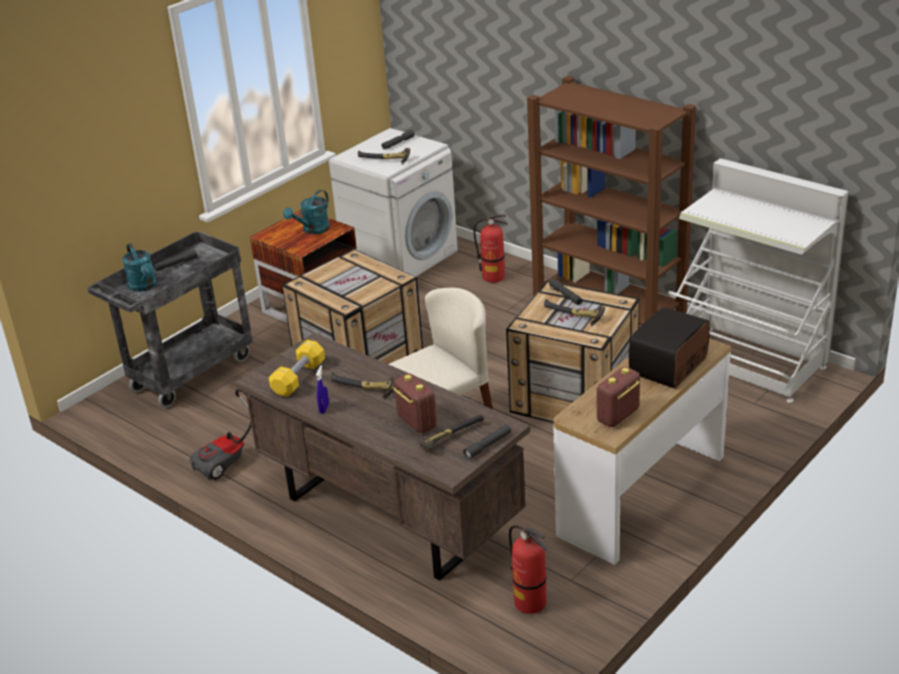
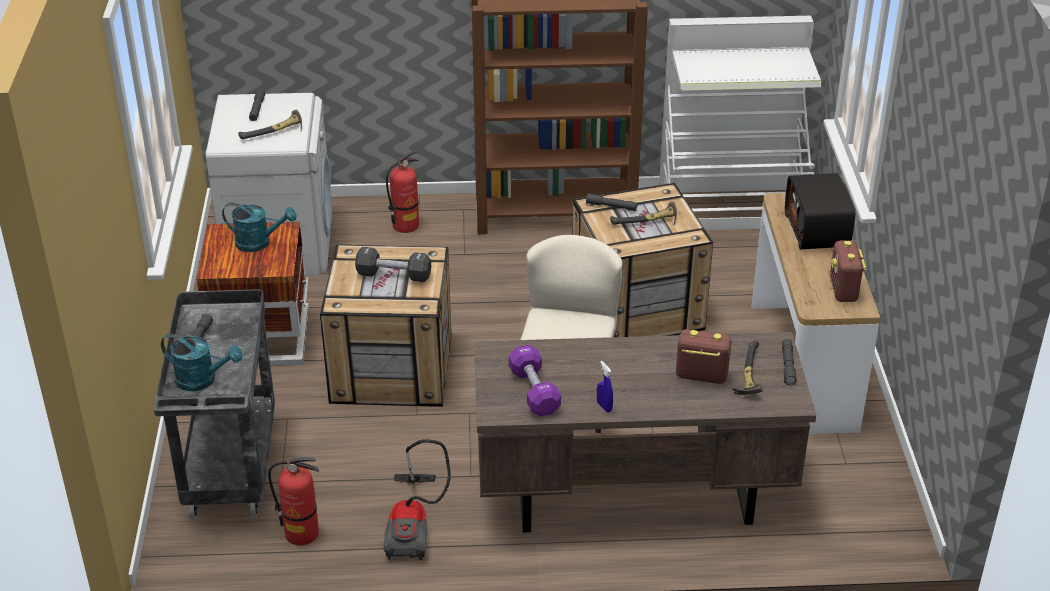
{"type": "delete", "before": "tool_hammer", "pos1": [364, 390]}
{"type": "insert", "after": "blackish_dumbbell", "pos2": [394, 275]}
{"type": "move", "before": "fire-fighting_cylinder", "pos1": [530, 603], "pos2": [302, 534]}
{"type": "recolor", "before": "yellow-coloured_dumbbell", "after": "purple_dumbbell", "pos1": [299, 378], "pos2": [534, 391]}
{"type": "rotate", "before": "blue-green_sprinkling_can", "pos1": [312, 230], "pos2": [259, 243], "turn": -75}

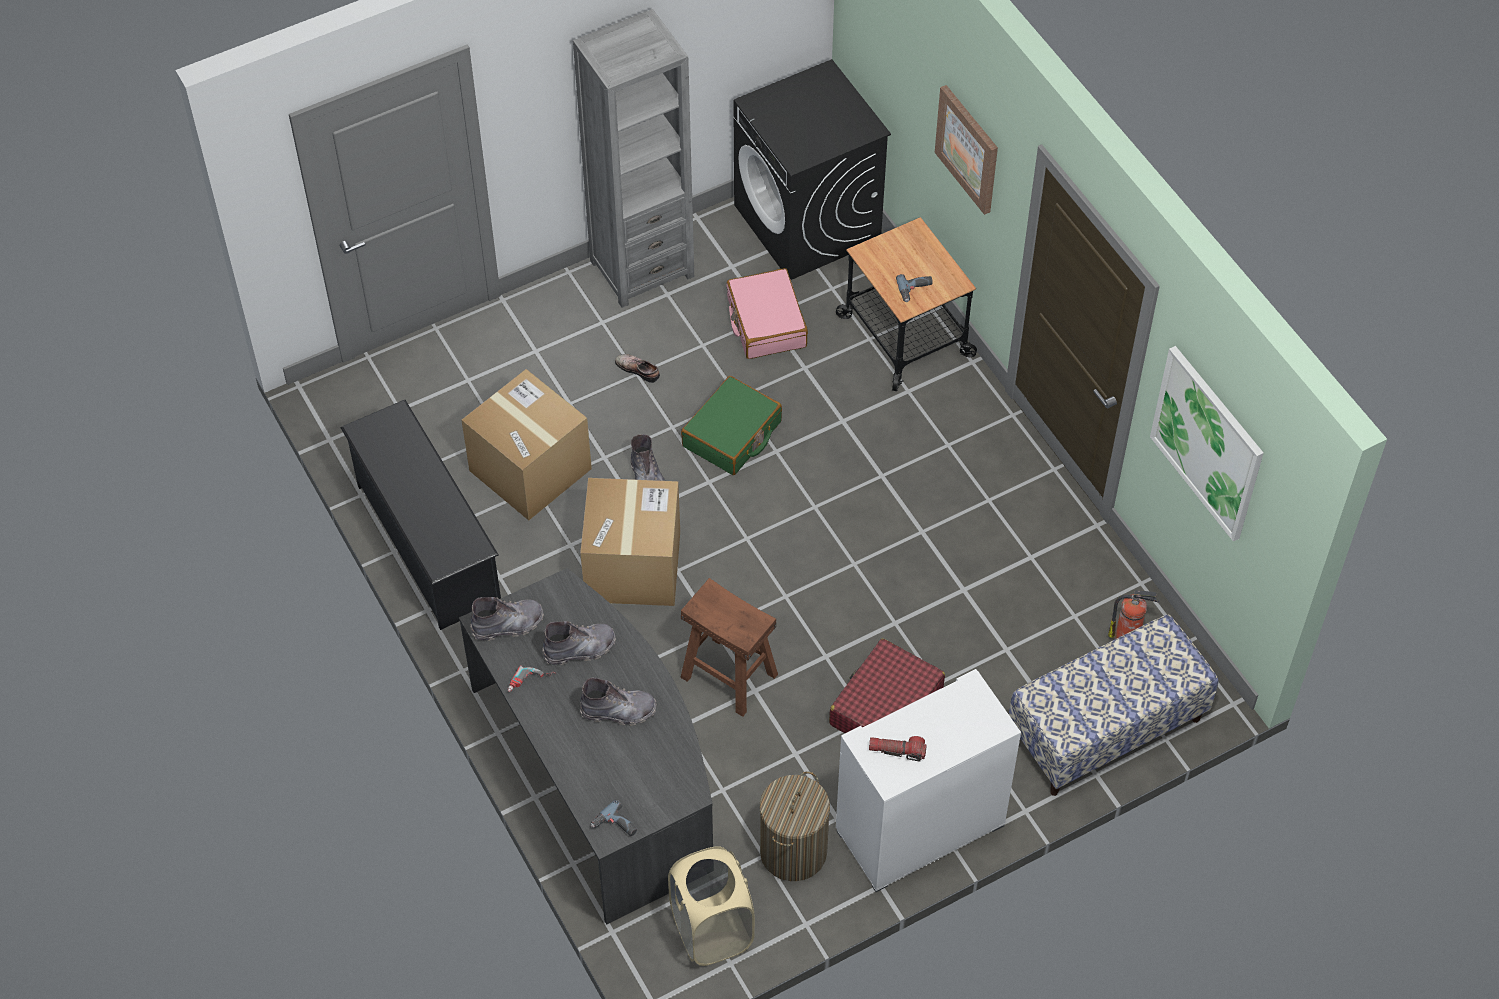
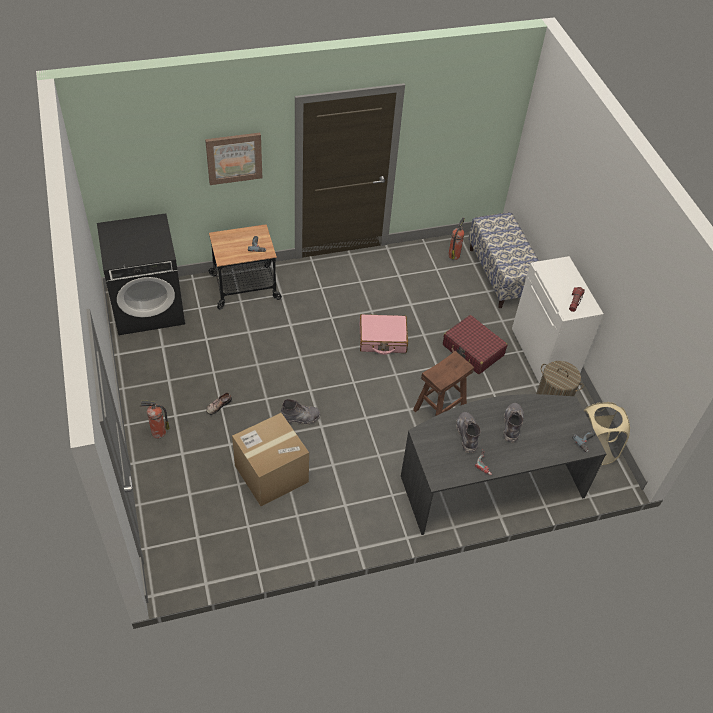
{"type": "delete", "before": "blackish_shoe_stand", "pos1": [428, 543]}
{"type": "delete", "before": "grey_high-top_boot", "pos1": [508, 625]}
{"type": "delete", "before": "grey_shelving_unit", "pos1": [642, 268]}
{"type": "delete", "before": "cardboard_box", "pos1": [633, 566]}
{"type": "delete", "before": "greenish_travel_case", "pos1": [732, 435]}
{"type": "delete", "before": "wall_picture", "pos1": [1207, 443]}
{"type": "insert", "after": "fire-fighting_cylinder", "pos2": [157, 432]}
{"type": "move", "before": "pink_travel_case", "pos1": [766, 323], "pos2": [382, 339]}

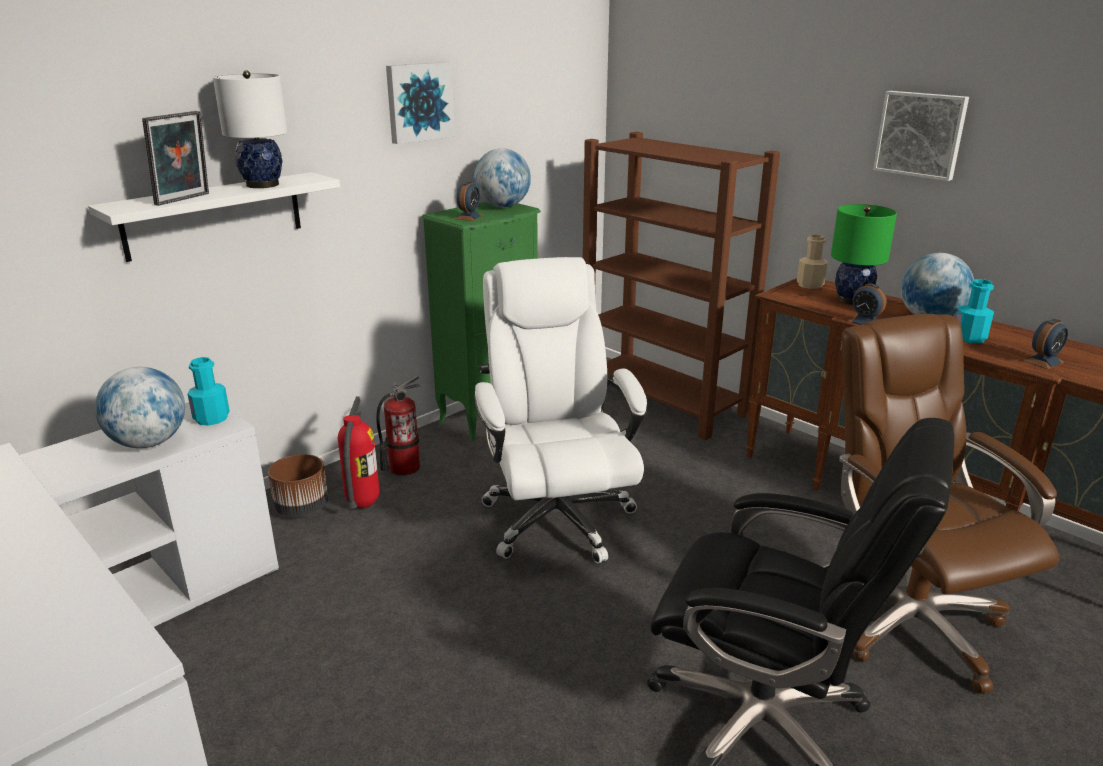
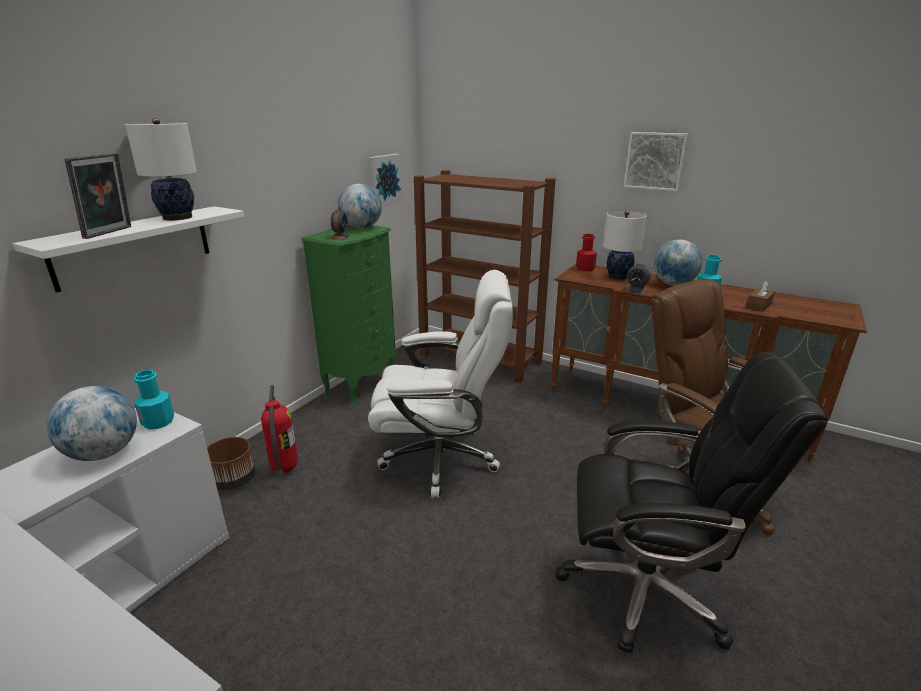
{"type": "delete", "before": "fire-fighting_cylinder", "pos1": [404, 468]}
{"type": "move", "before": "wall_picture", "pos1": [419, 102], "pos2": [384, 179]}
{"type": "replace", "before": "bedside_clock", "after": "brown_box_of_tissues", "pos1": [1043, 361], "pos2": [758, 305]}
{"type": "recolor", "before": "beige_bottle", "after": "reddish_bottle", "pos1": [810, 285], "pos2": [585, 268]}
{"type": "recolor", "before": "greenish_lamp_for_a_table", "after": "white_lamp_for_a_table", "pos1": [852, 300], "pos2": [618, 276]}
{"type": "rotate", "before": "white_desk_chair", "pos1": [557, 520], "pos2": [440, 457], "turn": 120}

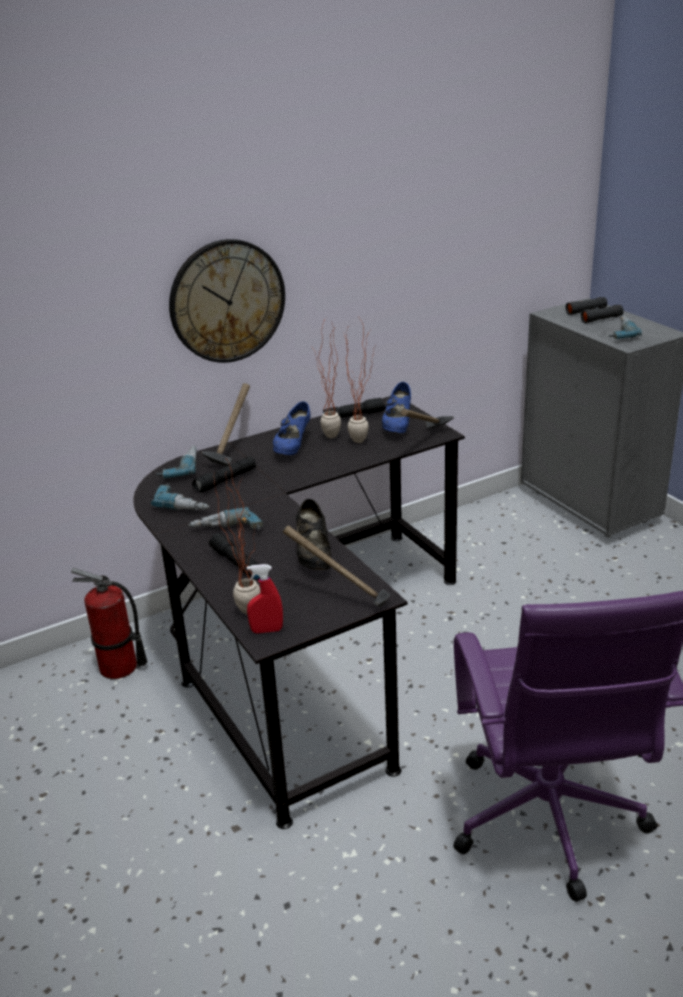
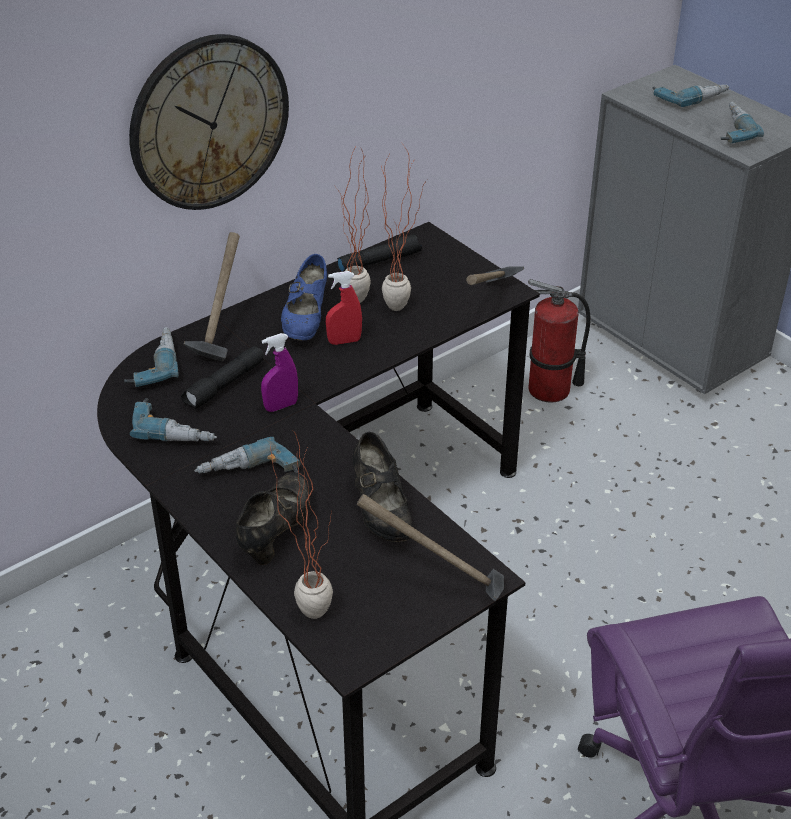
{"type": "delete", "before": "blue_item_of_footwear", "pos1": [398, 426]}
{"type": "insert", "after": "purple_hand_sprayer", "pos2": [281, 406]}
{"type": "move", "before": "fire-fighting_cylinder", "pos1": [118, 667], "pos2": [550, 390]}
{"type": "move", "before": "reddish_hand_sprayer", "pos1": [267, 630], "pos2": [344, 341]}
{"type": "replace", "before": "blackish_hand_torch", "after": "blackish_item_of_footwear", "pos1": [236, 563], "pos2": [276, 531]}
{"type": "replace", "before": "blackish_field_glasses", "after": "drill", "pos1": [593, 315], "pos2": [689, 97]}

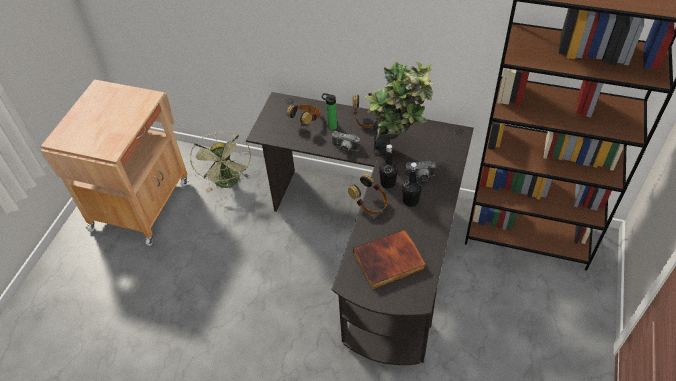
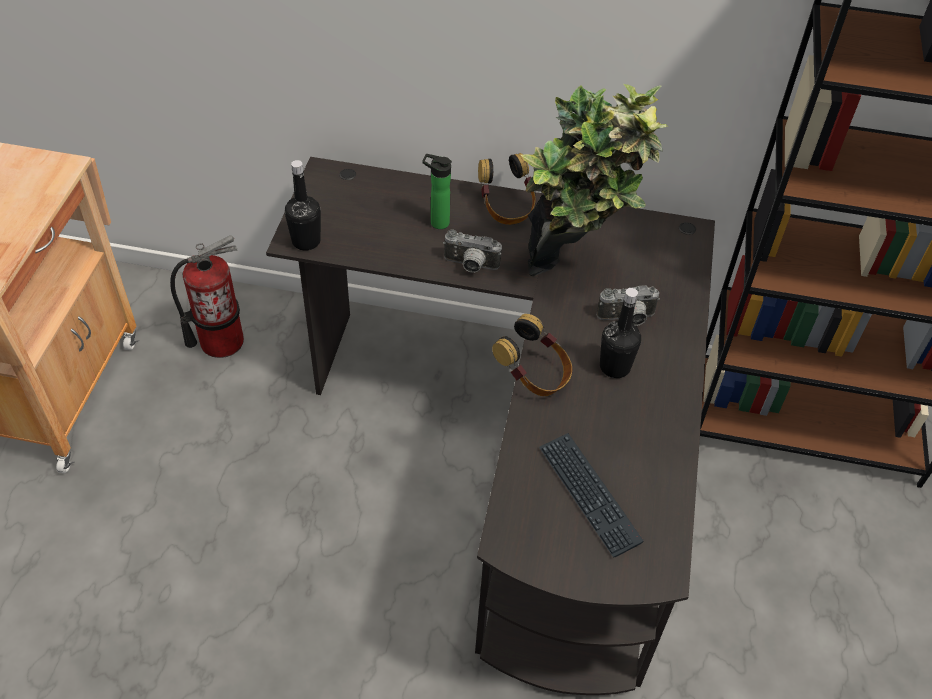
{"type": "delete", "before": "headset", "pos1": [306, 121]}
{"type": "move", "before": "blackish_bottle", "pos1": [388, 183], "pos2": [306, 241]}
{"type": "replace", "before": "greenish_fan", "after": "fire-fighting_cylinder", "pos1": [229, 183], "pos2": [221, 341]}
{"type": "replace", "before": "book", "after": "keyboard", "pos1": [389, 262], "pos2": [589, 494]}

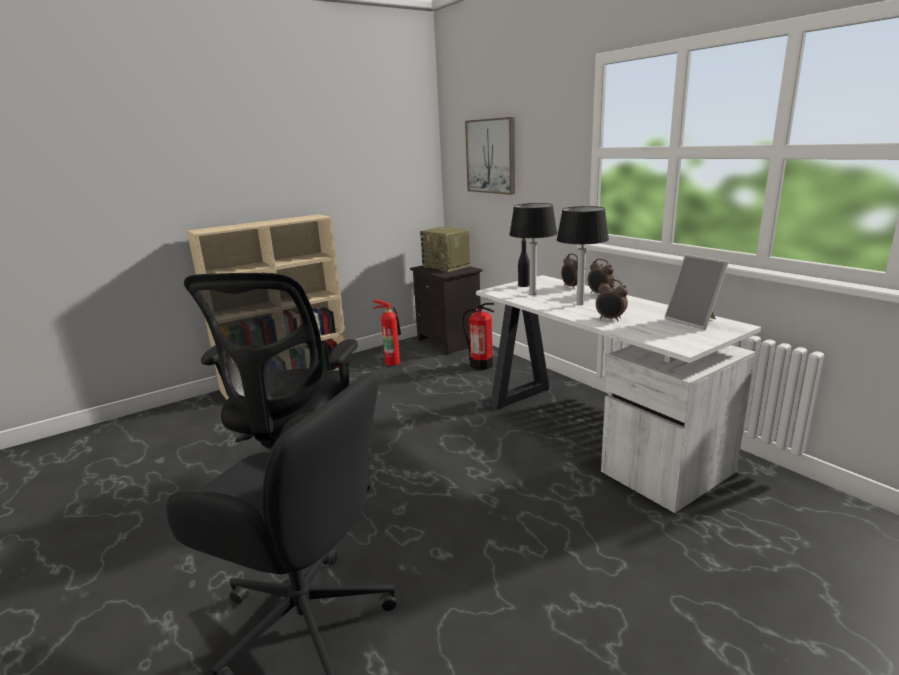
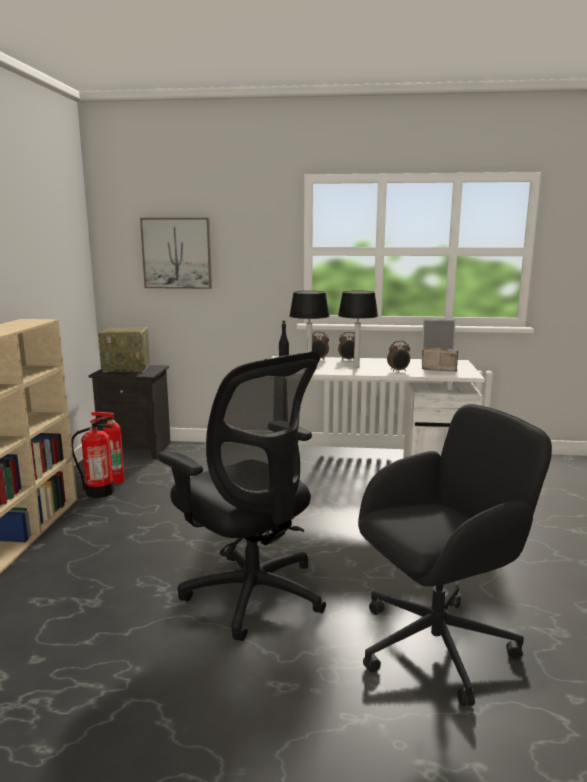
{"type": "insert", "after": "radio_set", "pos2": [438, 369]}
{"type": "move", "before": "fire-fighting_cylinder", "pos1": [481, 365], "pos2": [99, 492]}

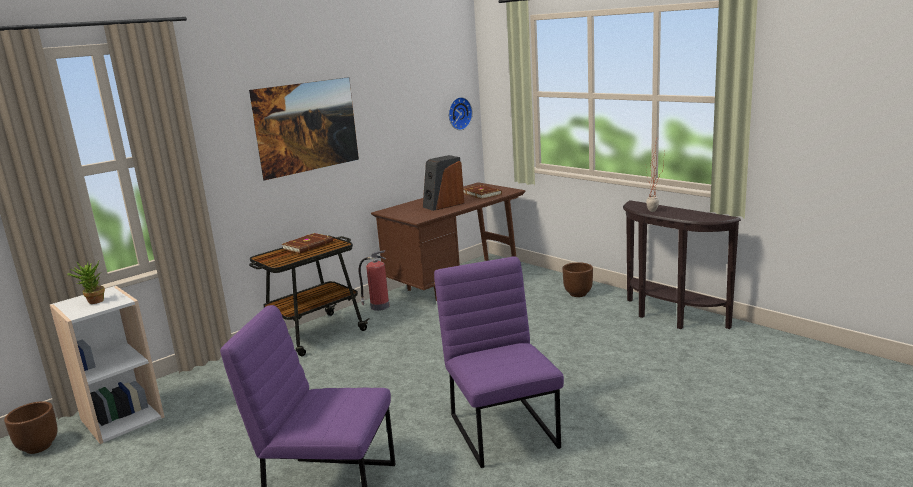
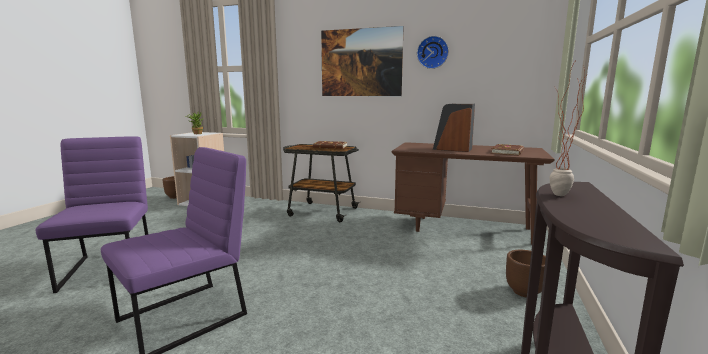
{"type": "delete", "before": "fire-fighting_cylinder", "pos1": [379, 306]}
{"type": "move", "before": "wall_clock", "pos1": [458, 113], "pos2": [432, 52]}

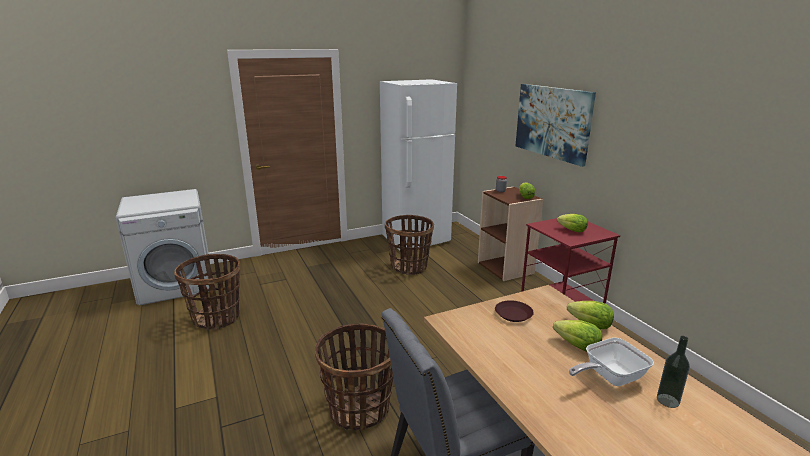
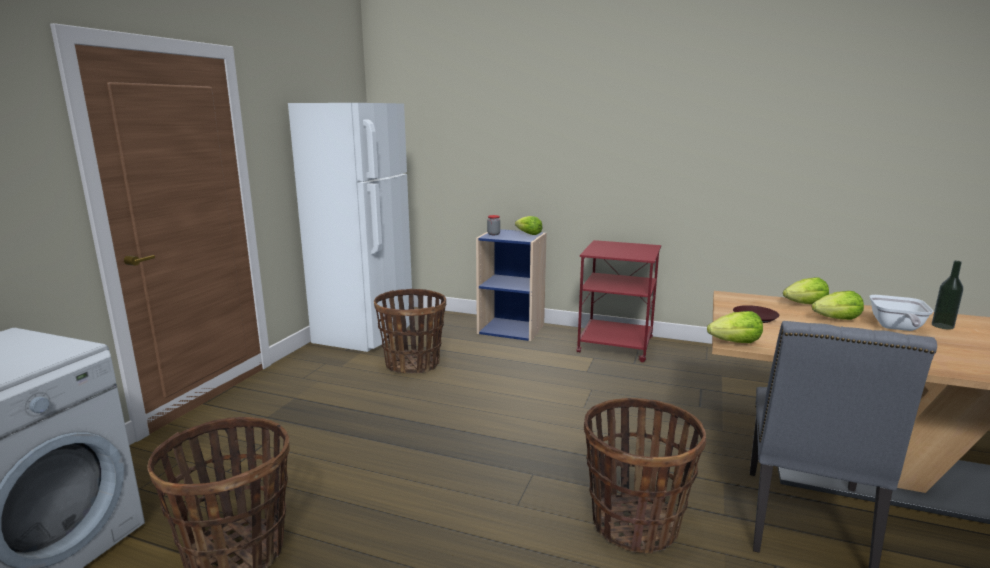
{"type": "delete", "before": "wall_picture", "pos1": [552, 122]}
{"type": "move", "before": "head_of_lettuce", "pos1": [572, 230], "pos2": [735, 343]}
{"type": "recolor", "before": "brown_shelving_unit", "after": "blue_shelving_unit", "pos1": [506, 268], "pos2": [512, 329]}

